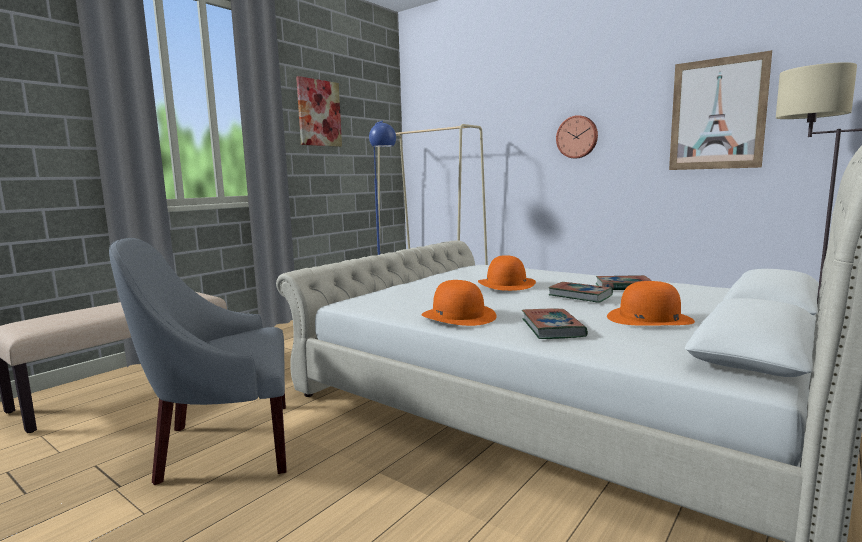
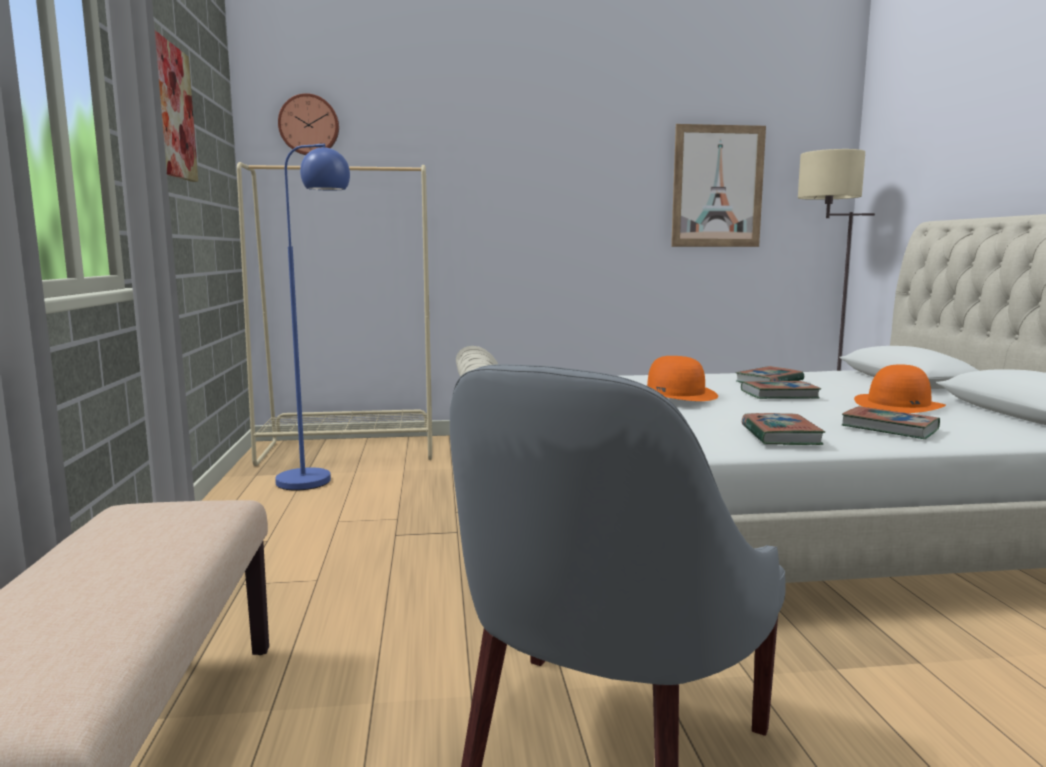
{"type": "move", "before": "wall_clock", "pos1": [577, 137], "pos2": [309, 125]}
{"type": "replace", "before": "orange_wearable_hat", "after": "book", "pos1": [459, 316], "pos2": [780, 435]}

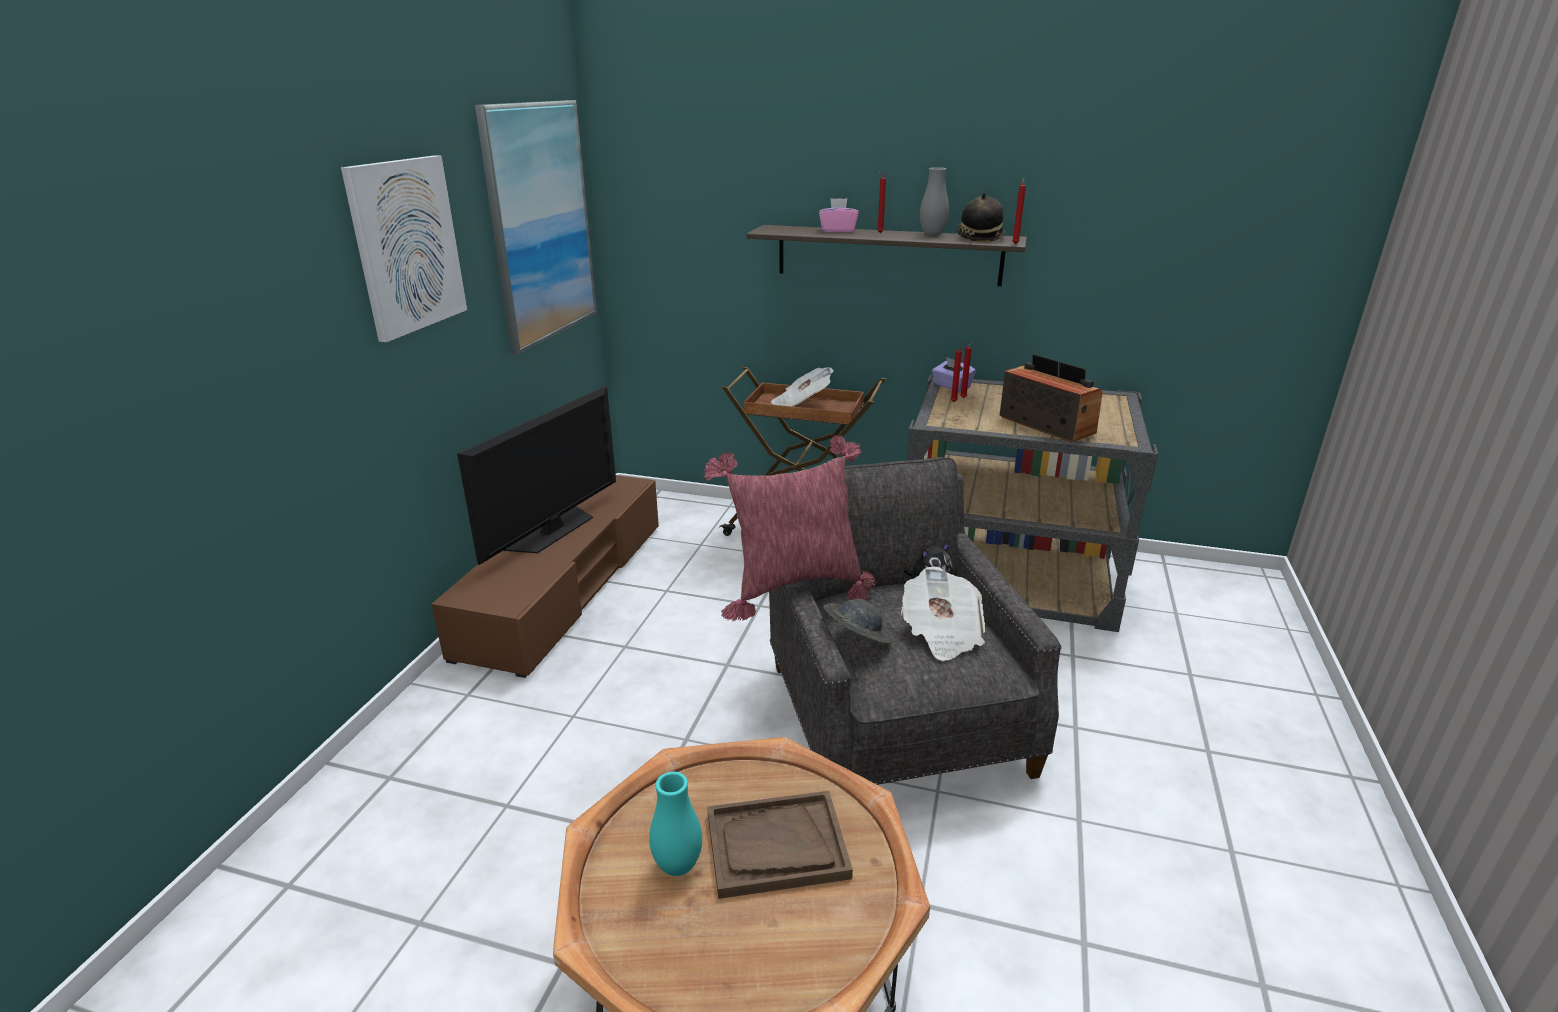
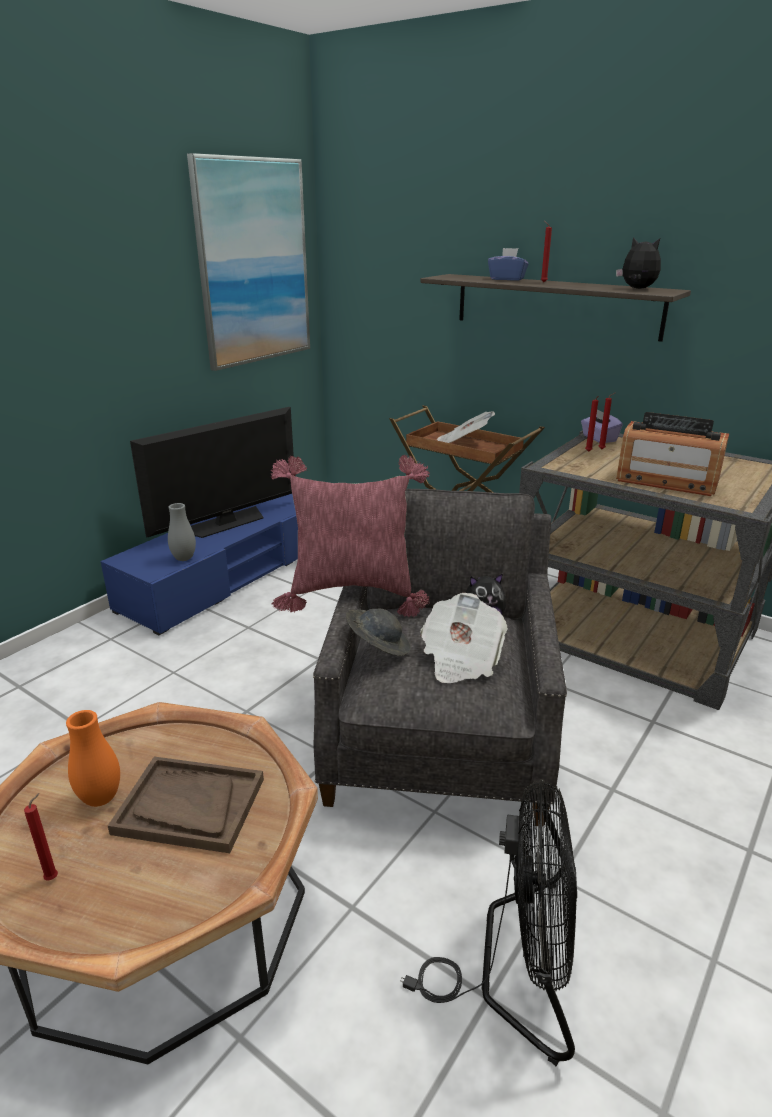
{"type": "delete", "before": "wall_picture", "pos1": [406, 246]}
{"type": "insert", "after": "blackish_fan", "pos2": [514, 963]}
{"type": "move", "before": "grey_vase", "pos1": [932, 234], "pos2": [184, 558]}
{"type": "move", "before": "reddish_wax_light", "pos1": [1015, 243], "pos2": [54, 877]}
{"type": "replace", "before": "wearable_hat", "after": "plush_toy", "pos1": [979, 238], "pos2": [637, 289]}
{"type": "recolor", "before": "brown_media_console", "after": "blue_media_console", "pos1": [565, 587], "pos2": [233, 573]}
{"type": "recolor", "before": "blue-green_vase", "after": "orange_vase", "pos1": [678, 866], "pos2": [100, 798]}
{"type": "recolor", "before": "pink_box_of_tissues", "after": "blue_box_of_tissues", "pos1": [837, 230], "pos2": [507, 279]}
{"type": "rotate", "before": "radio_set", "pos1": [1047, 425], "pos2": [666, 481], "turn": 135}

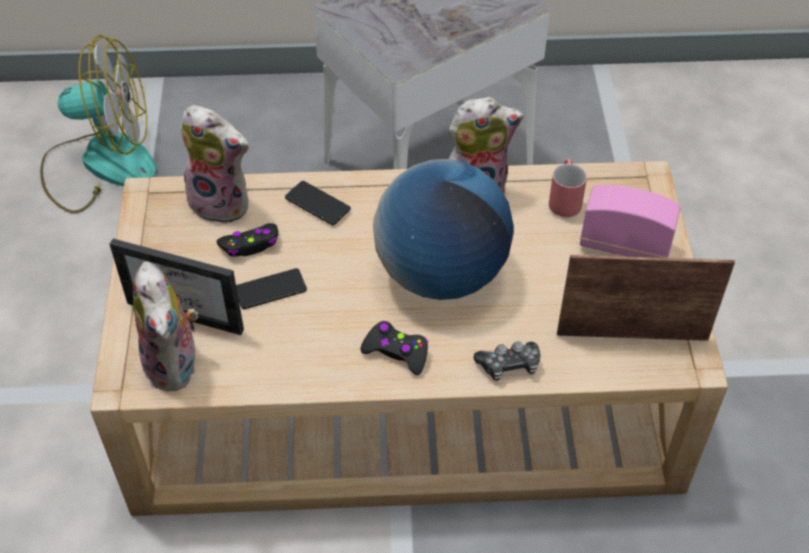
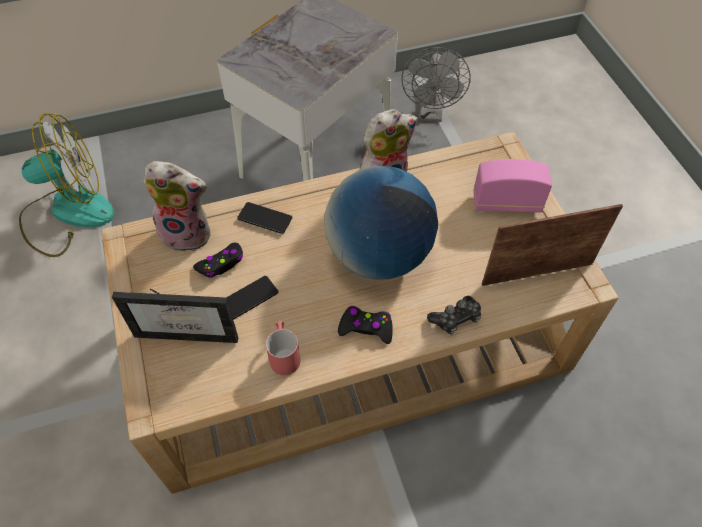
{"type": "delete", "before": "plush_toy", "pos1": [176, 365]}
{"type": "insert", "after": "grey_fan", "pos2": [431, 113]}
{"type": "move", "before": "reddish_mug", "pos1": [565, 198], "pos2": [284, 354]}

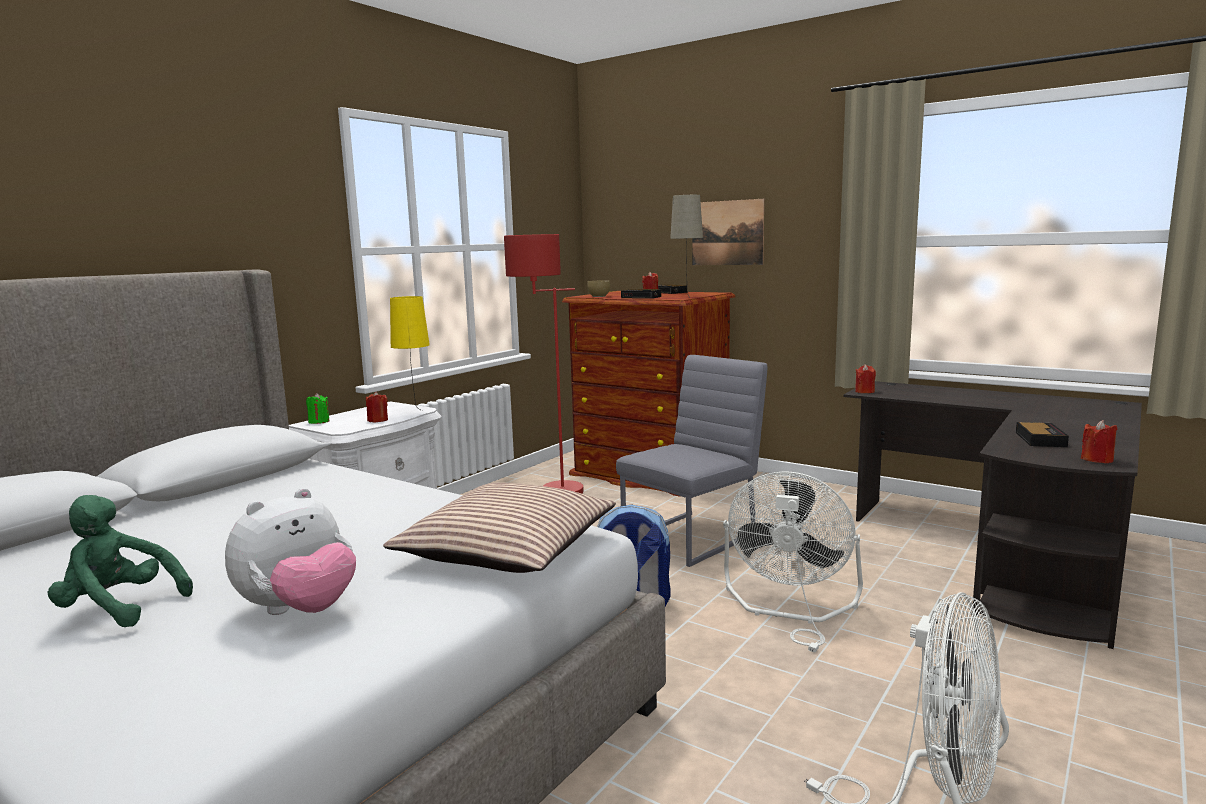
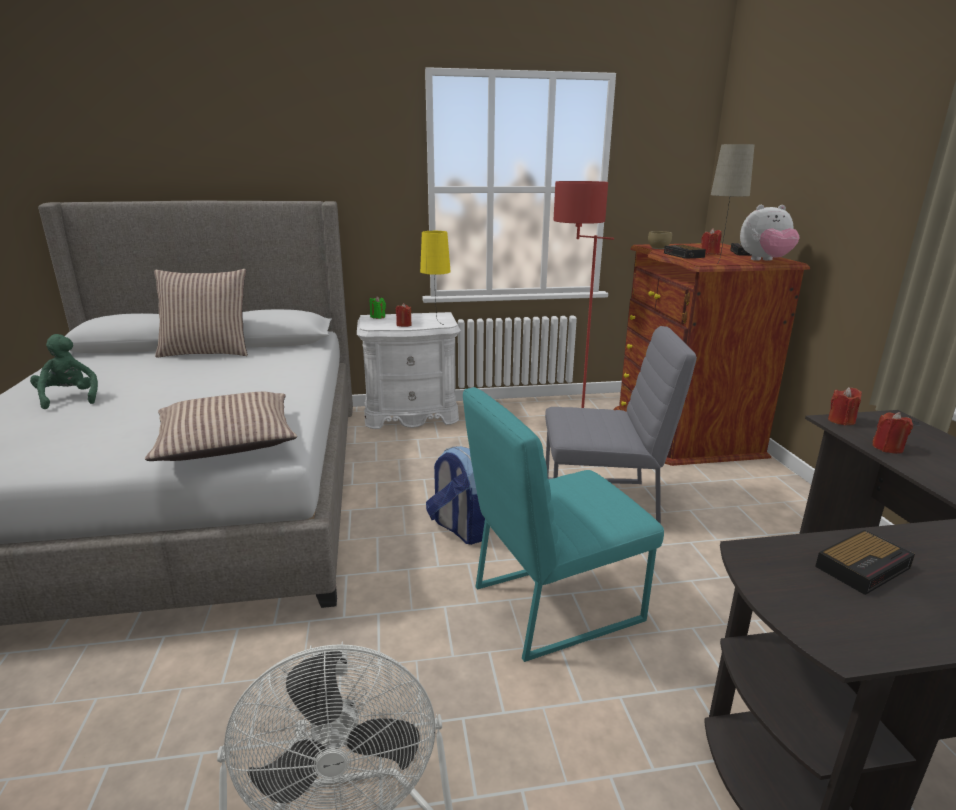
{"type": "delete", "before": "wall_picture", "pos1": [727, 233]}
{"type": "insert", "after": "cushion", "pos2": [207, 352]}
{"type": "move", "before": "plush_toy", "pos1": [299, 610], "pos2": [765, 261]}
{"type": "move", "before": "reddish_wax_light", "pos1": [1097, 459], "pos2": [887, 448]}
{"type": "replace", "before": "white_fan", "after": "blue-green_plain_chair", "pos1": [791, 610], "pos2": [552, 604]}

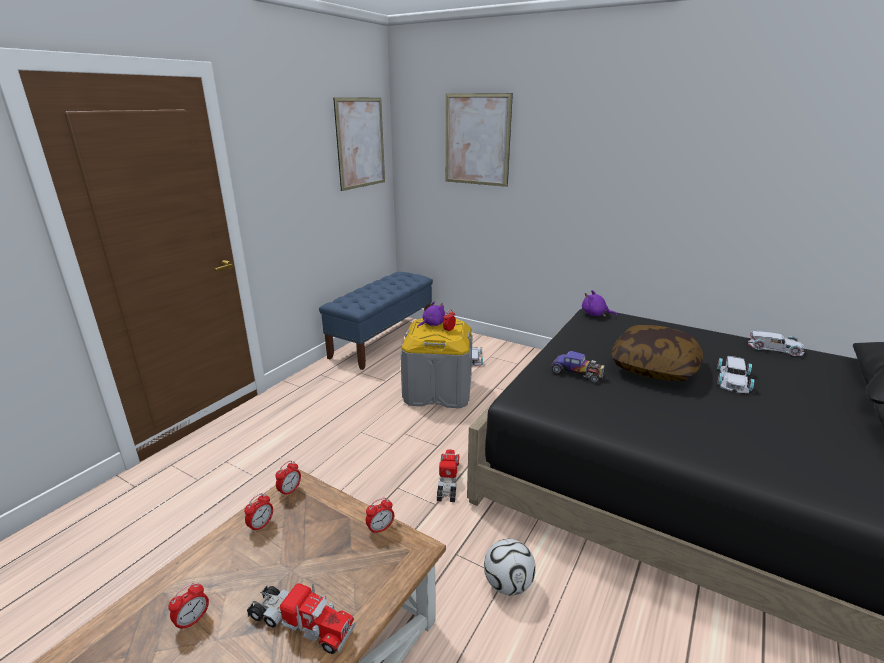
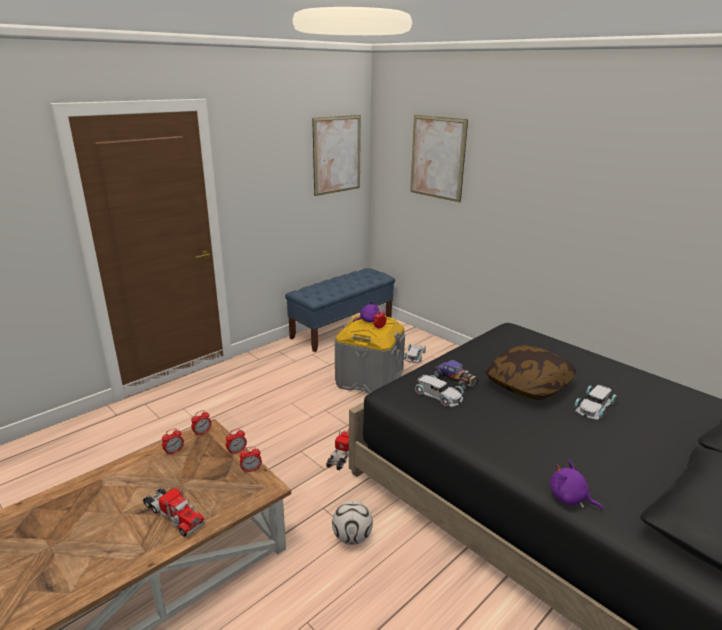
{"type": "move", "before": "bedside_clock", "pos1": [193, 620], "pos2": [237, 451]}
{"type": "move", "before": "purple_plush_toy", "pos1": [595, 314], "pos2": [570, 498]}
{"type": "move", "before": "white_toy_car", "pos1": [775, 348], "pos2": [438, 395]}

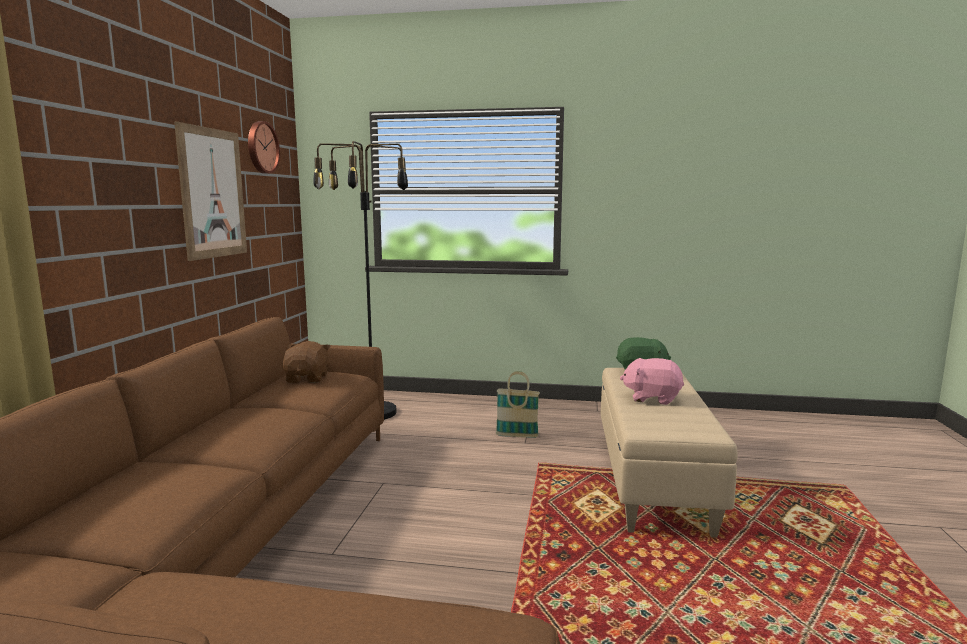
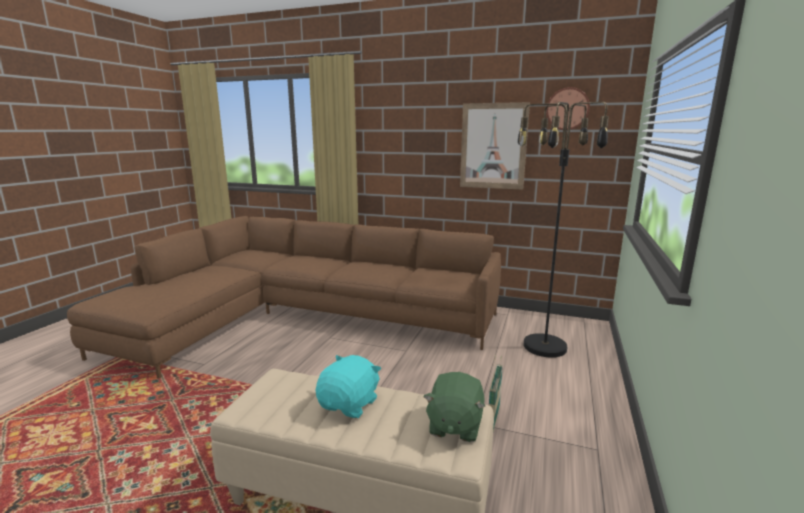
{"type": "delete", "before": "brown_plush_toy", "pos1": [307, 379]}
{"type": "recolor", "before": "pink_plush_toy", "after": "blue-green_plush_toy", "pos1": [652, 398], "pos2": [350, 404]}

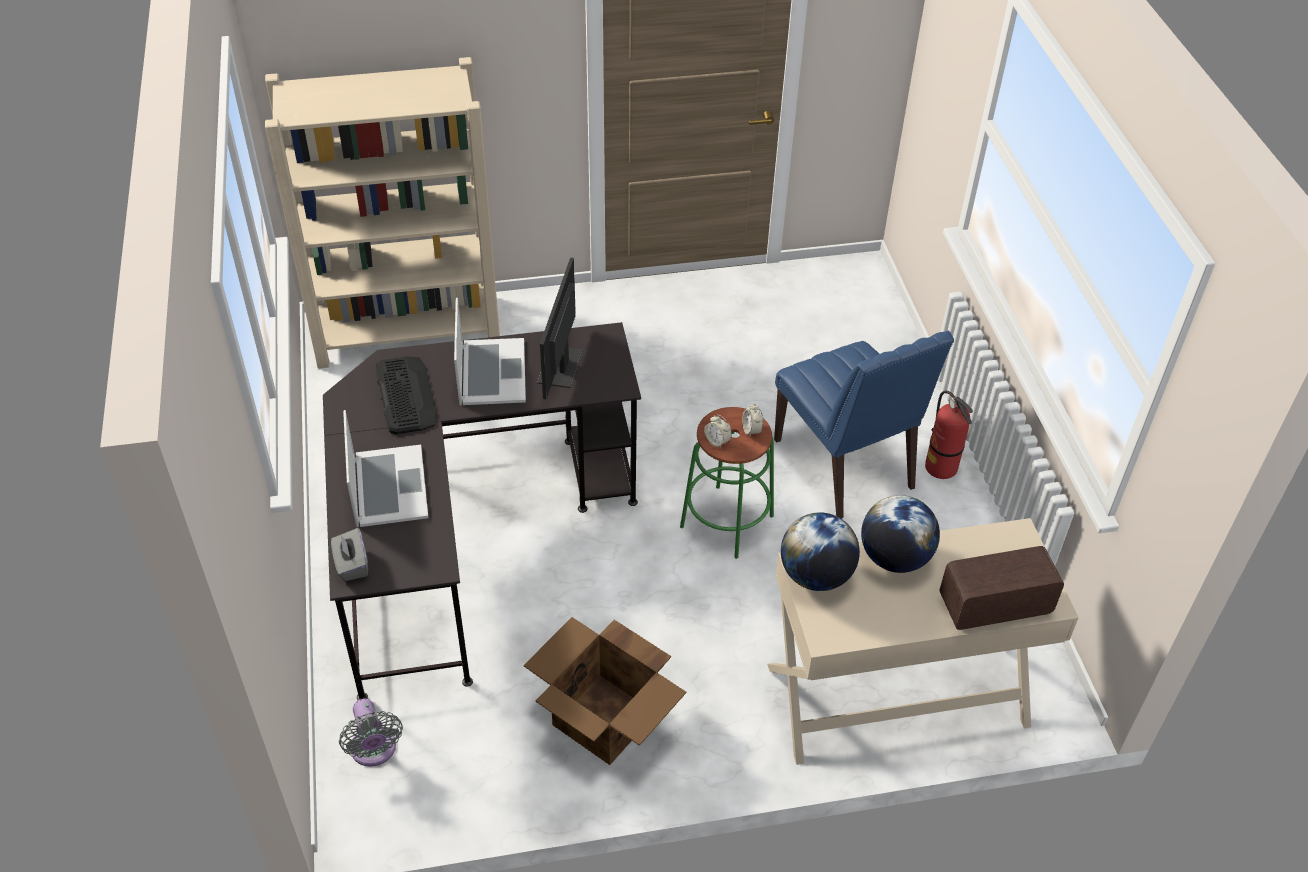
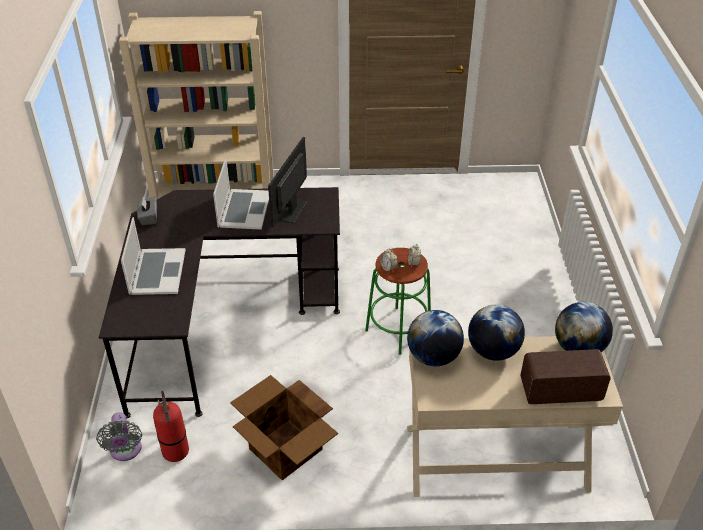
{"type": "delete", "before": "keyboard", "pos1": [405, 395]}
{"type": "delete", "before": "blue_plain_chair", "pos1": [842, 463]}
{"type": "insert", "after": "world_globe", "pos2": [578, 348]}
{"type": "move", "before": "grey_box_of_tissues", "pos1": [352, 565], "pos2": [148, 218]}
{"type": "move", "before": "fire-fighting_cylinder", "pos1": [941, 468], "pos2": [176, 451]}

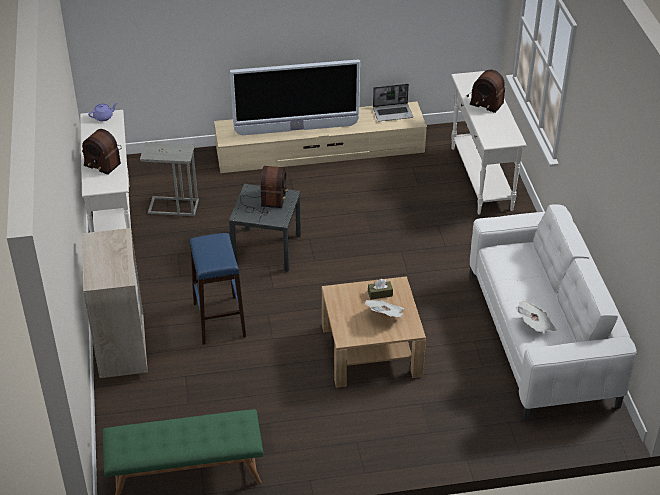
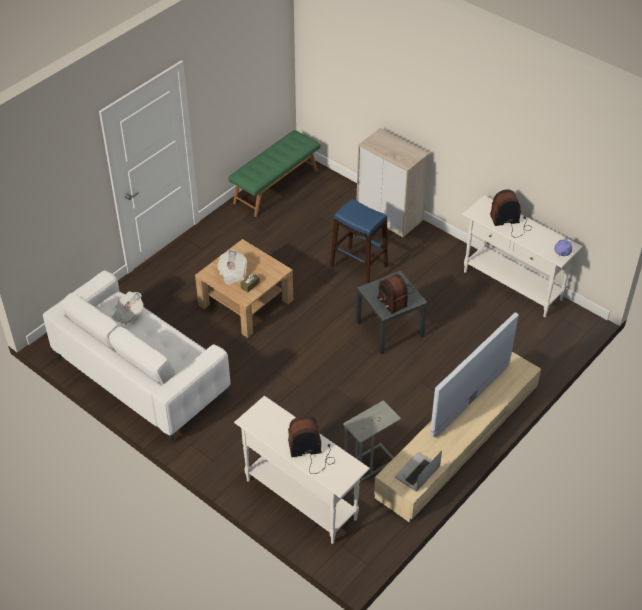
{"type": "move", "before": "grey_end_table", "pos1": [174, 206], "pos2": [369, 464]}

